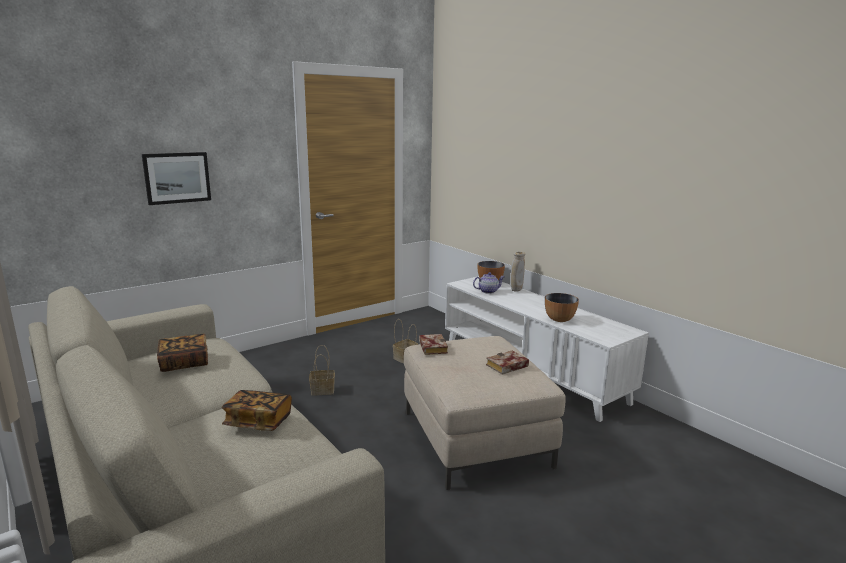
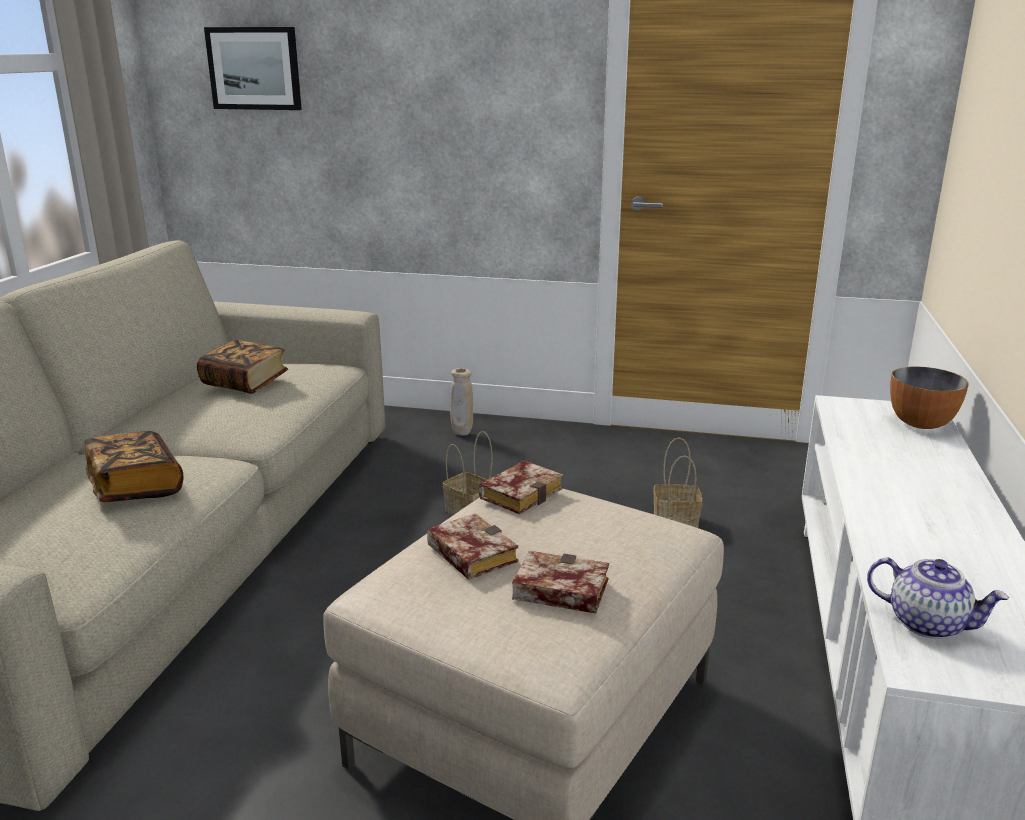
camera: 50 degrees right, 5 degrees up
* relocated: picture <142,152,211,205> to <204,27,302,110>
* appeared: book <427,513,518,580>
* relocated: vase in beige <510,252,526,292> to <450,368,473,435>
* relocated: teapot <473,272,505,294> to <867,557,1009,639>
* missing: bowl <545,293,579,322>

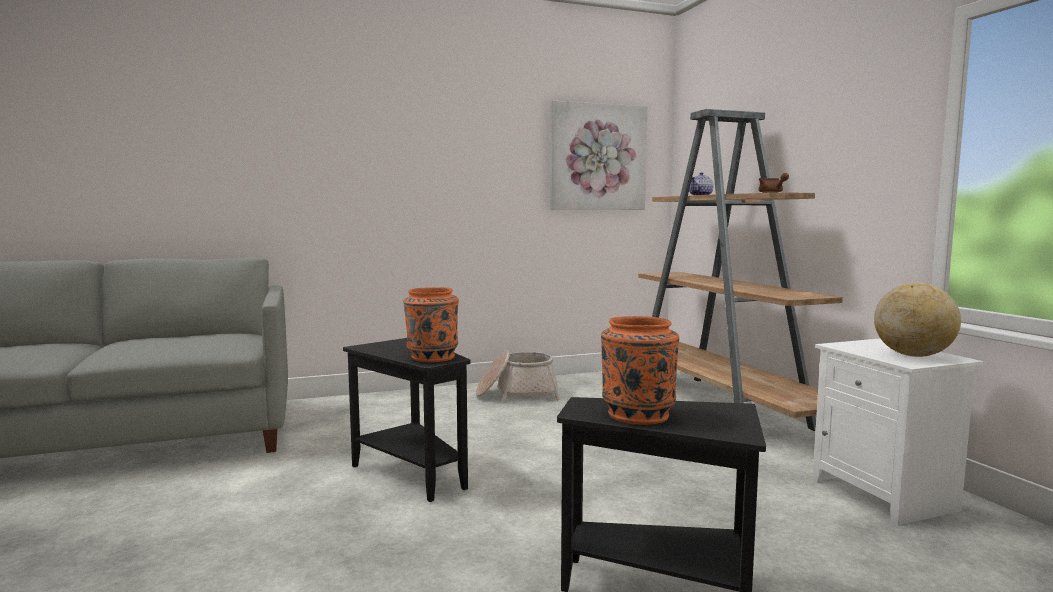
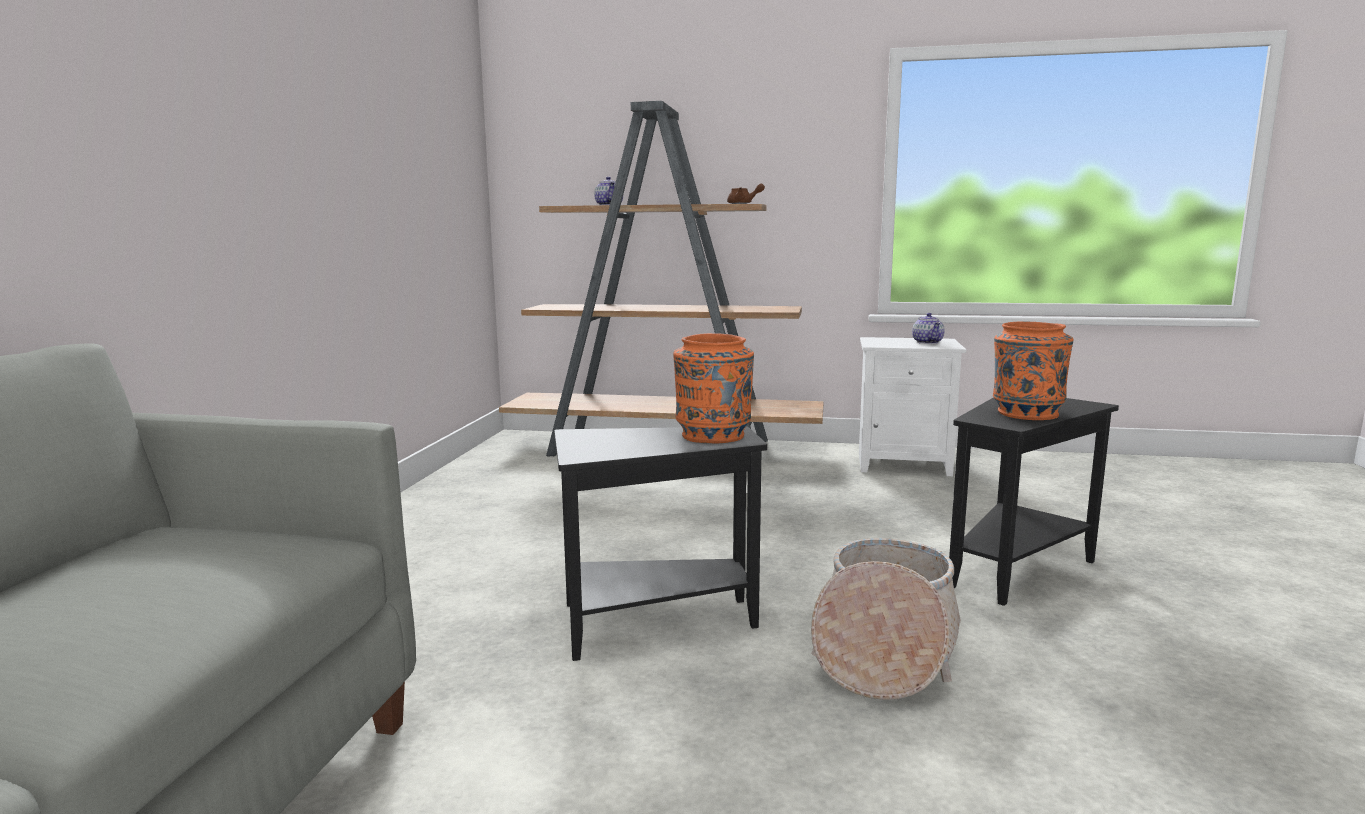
camera: 60 degrees left, 5 degrees up
* relocated: basket <476,350,560,403> to <811,538,961,700>
* exchanged: globe <874,283,961,357> to teapot <912,313,945,344>
* missing: picture <550,101,647,210>

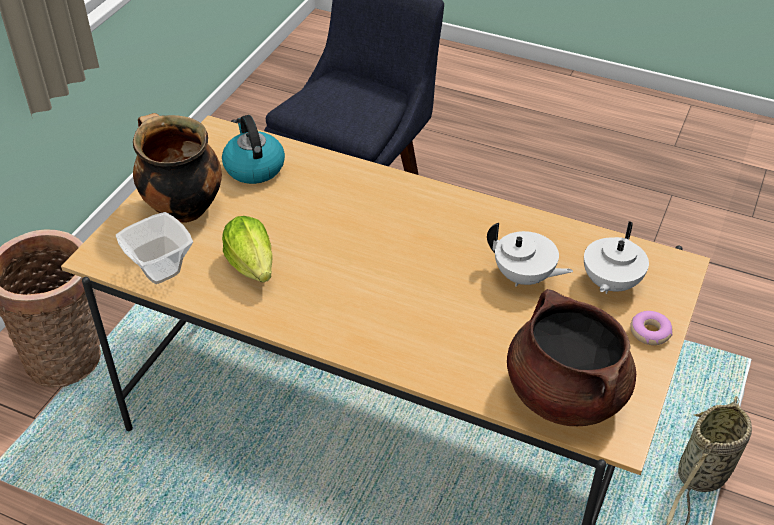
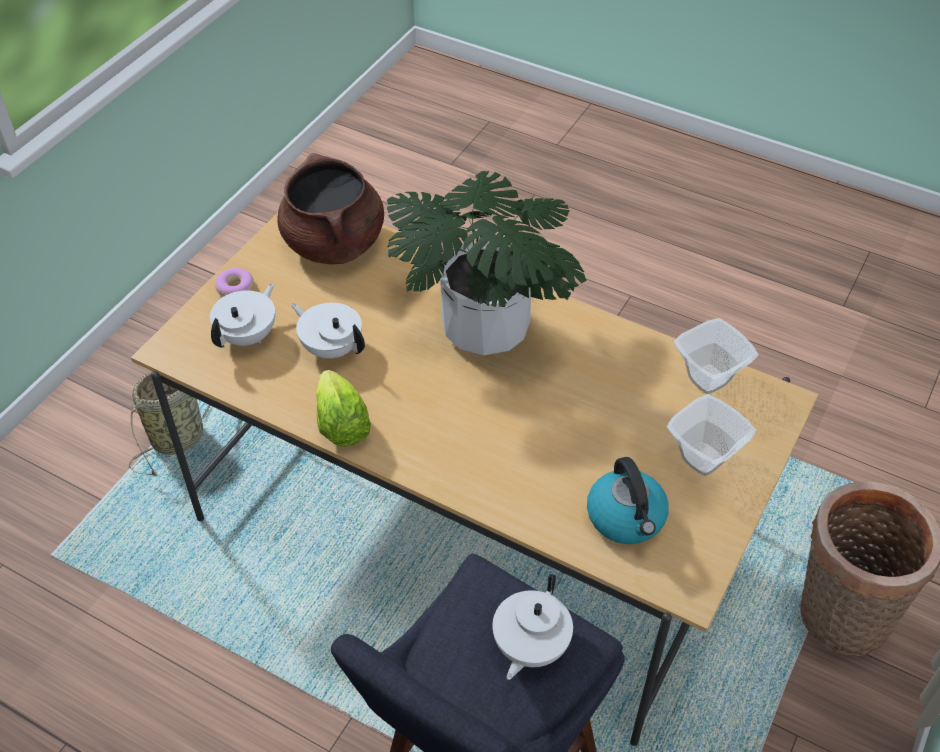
camera: 175 degrees left, 5 degrees up
* relocated: lettuce <222,216,272,282> to <316,370,371,447>
* appeared: potted plant <386,171,587,355>
* appeared: teapot in white <493,574,573,680>
* exchanged: cooking pot <133,113,222,223> to bowl <666,394,756,476>

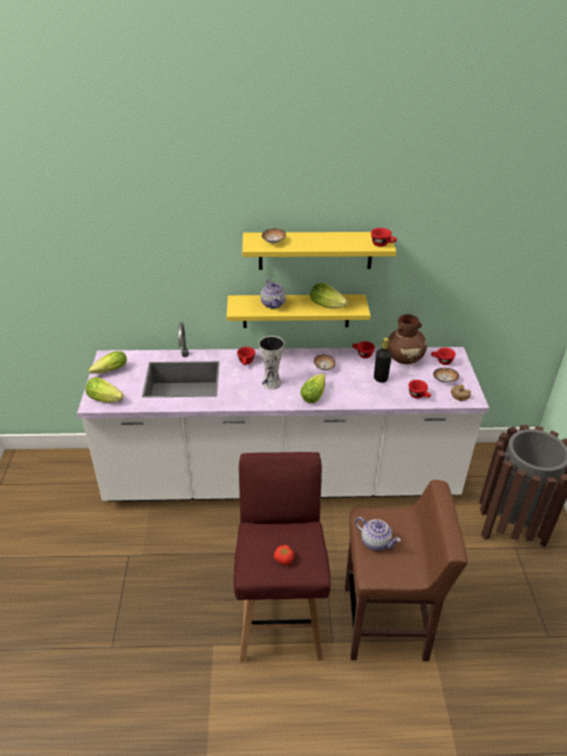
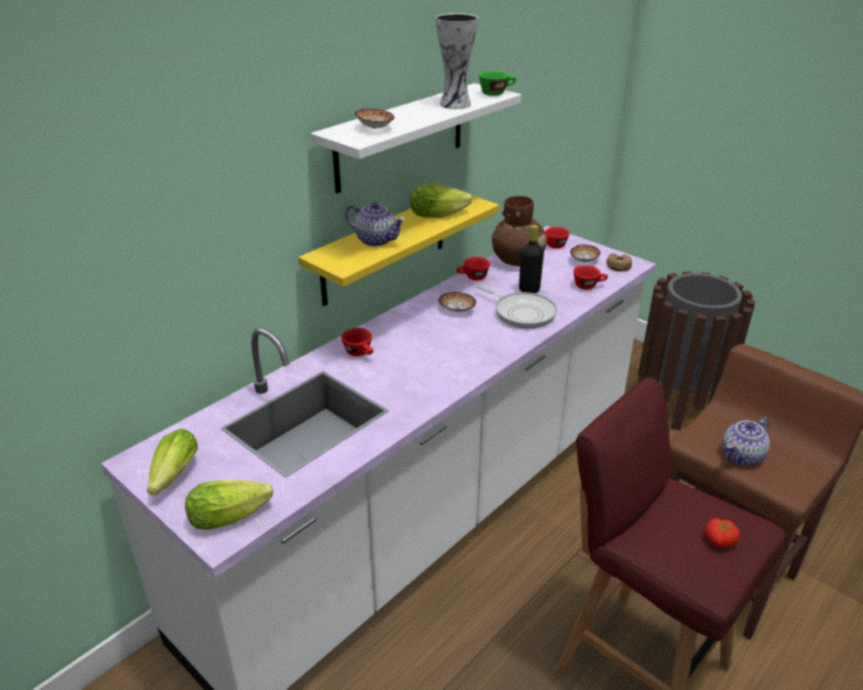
camera: 45 degrees left, 5 degrees down
* colour: shelf in yellow <242,232,396,270> to shelf in white <311,83,522,194>
* relocated: vase <259,336,284,389> to <436,13,478,109>
* appeared: frying pan <475,284,557,329>
* colour: cup in red <371,228,397,247> to cup in green <479,70,516,96>
* spun: teapot <355,517,401,551> = <722,417,770,466> 150 degrees clockwise
* missing: lettuce <301,373,325,403>

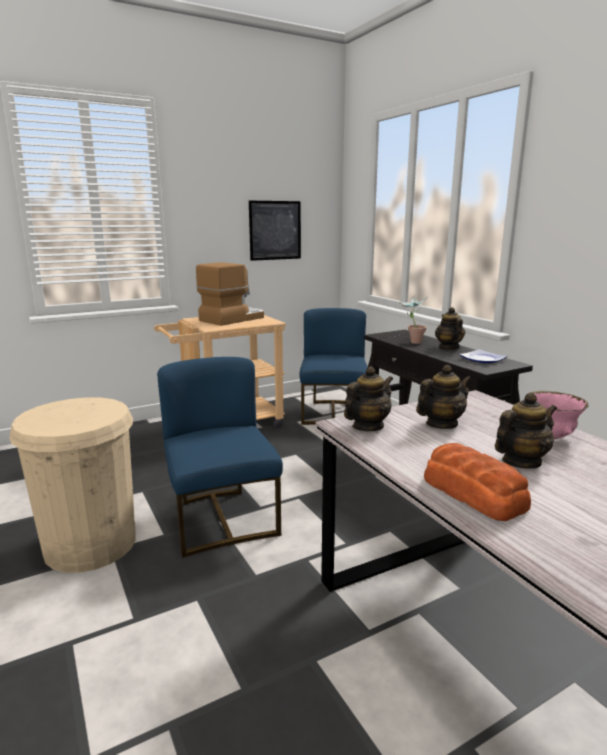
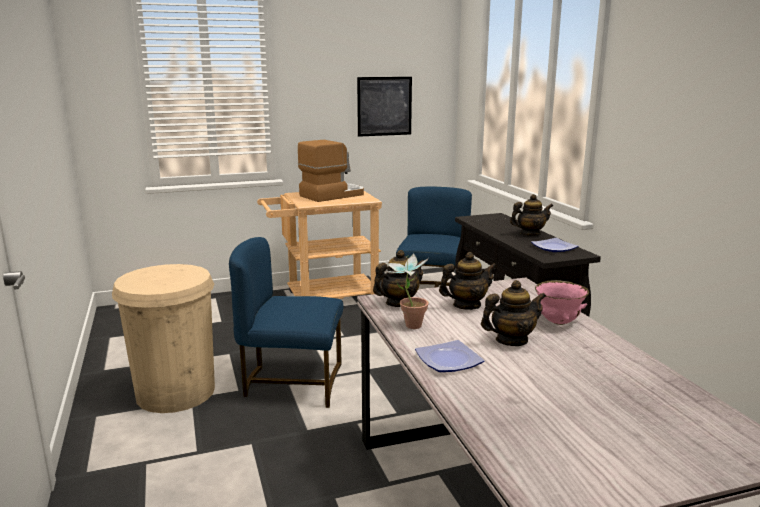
camera: 10 degrees right, 0 degrees up
* spun: chair in blue <157,357,283,558> = <229,237,343,408> 75 degrees counterclockwise
* relocated: potted plant <399,295,428,344> to <385,253,429,329>
* exchanged: bread <424,443,531,521> to plate <415,340,484,372>
* spun: teapot <435,307,465,350> = <510,194,553,236> 75 degrees clockwise

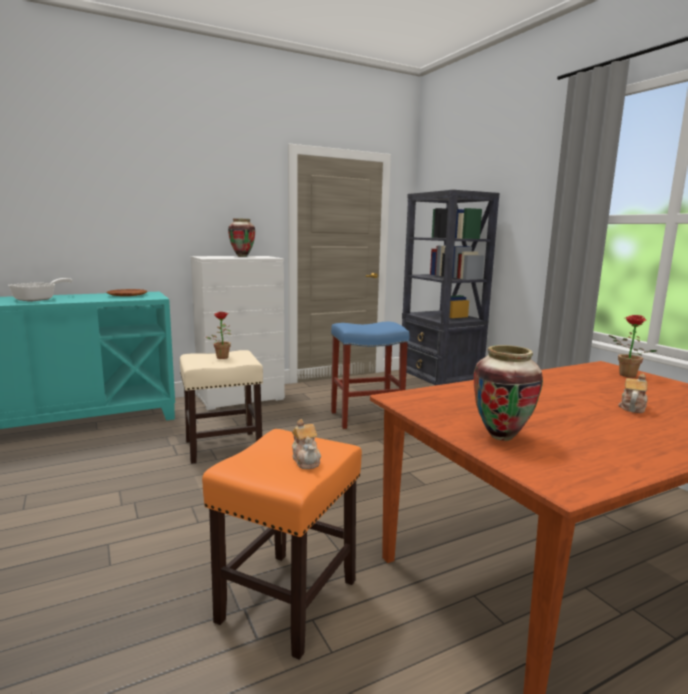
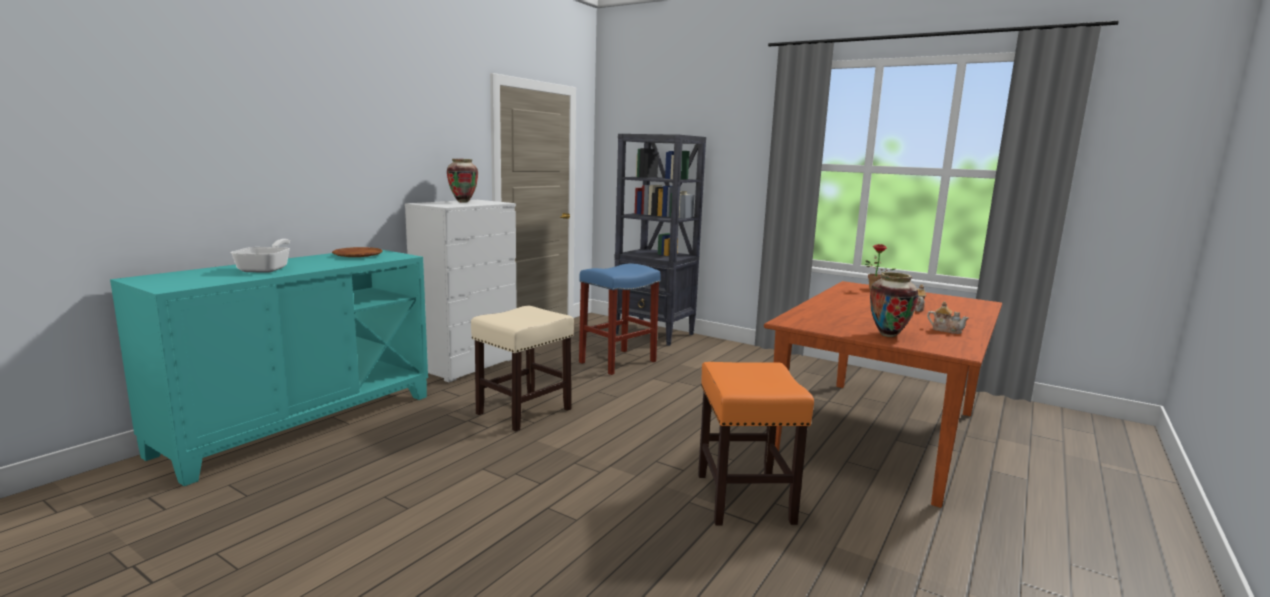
camera: 30 degrees left, 0 degrees up
* relocated: teapot <292,419,321,469> to <927,301,969,334>
* missing: potted plant <206,312,231,359>

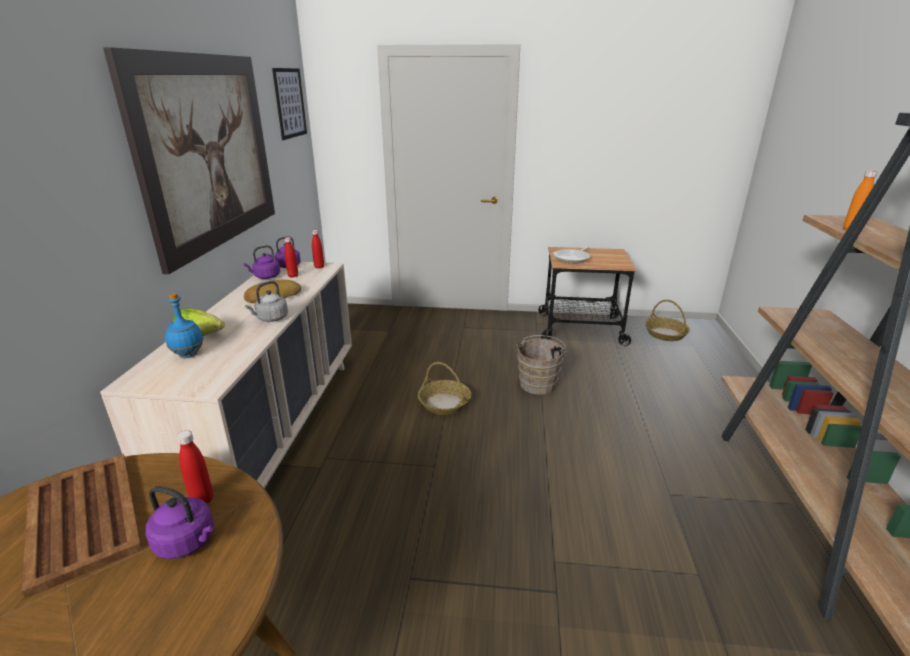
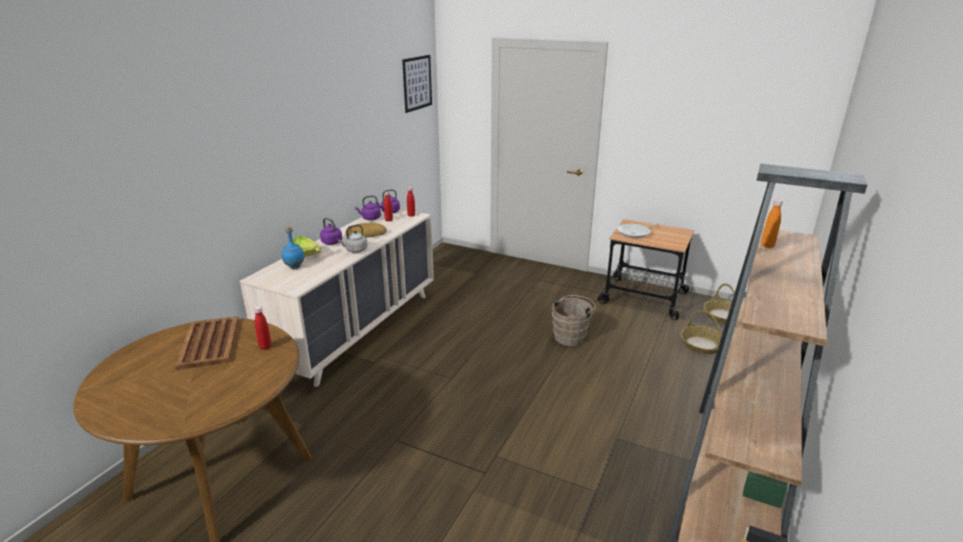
camera: 20 degrees right, 0 degrees up
* relocated: kettle in purple <146,486,214,559> to <320,218,342,245>
* relocated: basket <418,362,471,415> to <680,310,722,354>
* missing: picture <103,47,275,274>

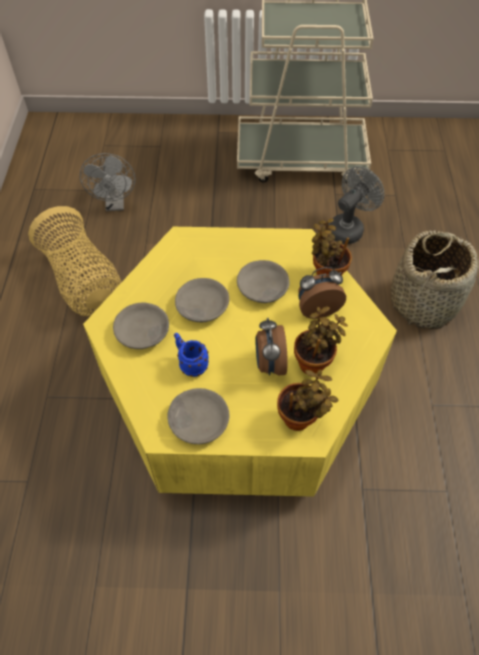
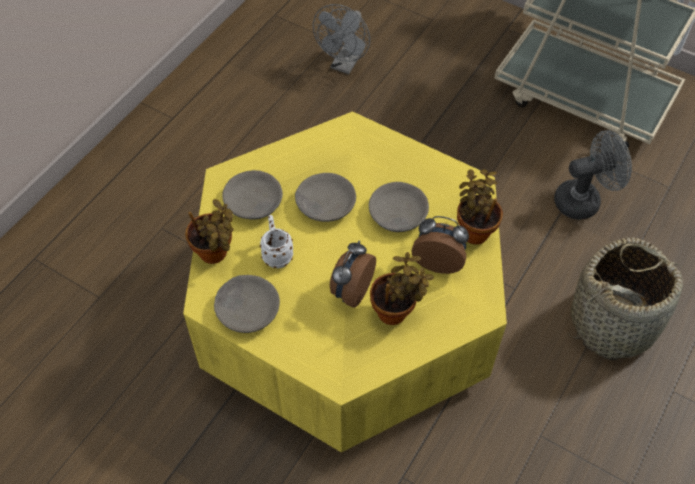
camera: 30 degrees right, 0 degrees up
* relocated: potted plant <277,370,338,431> to <185,199,233,264>
* colour: mug in blue <174,333,209,377> to mug in white <260,215,293,268>
* missing: basket <28,206,121,316>

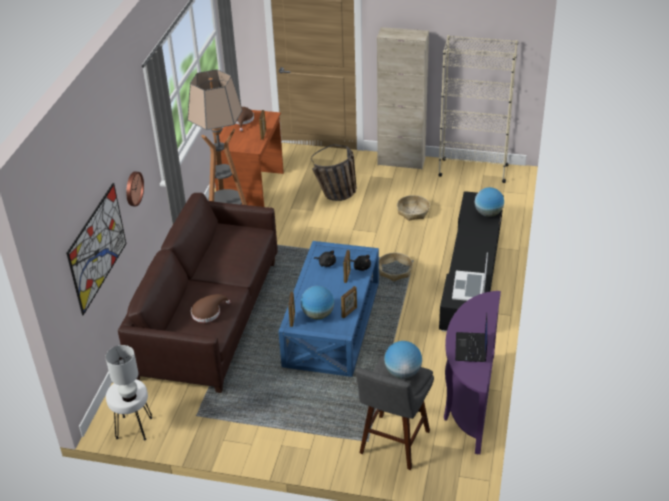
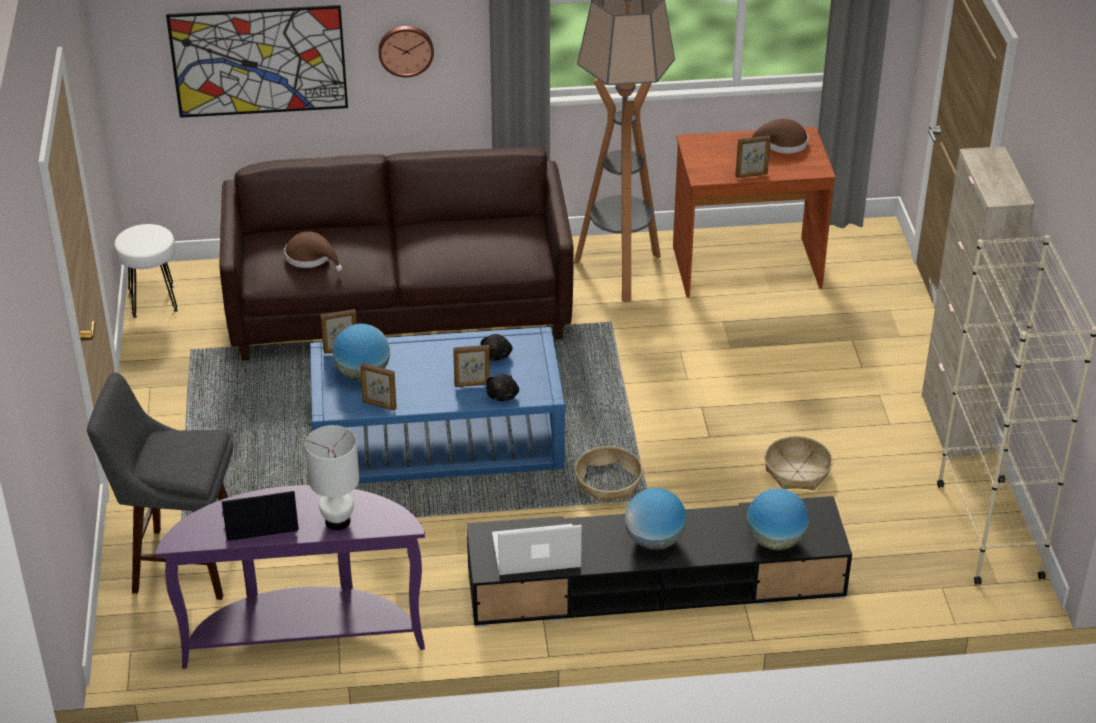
camera: 70 degrees right, 0 degrees up
* relocated: table lamp in white <105,345,138,402> to <305,425,359,530>
* relocated: globe <384,341,422,379> to <625,488,686,550>
* missing: basket <311,144,357,201>

